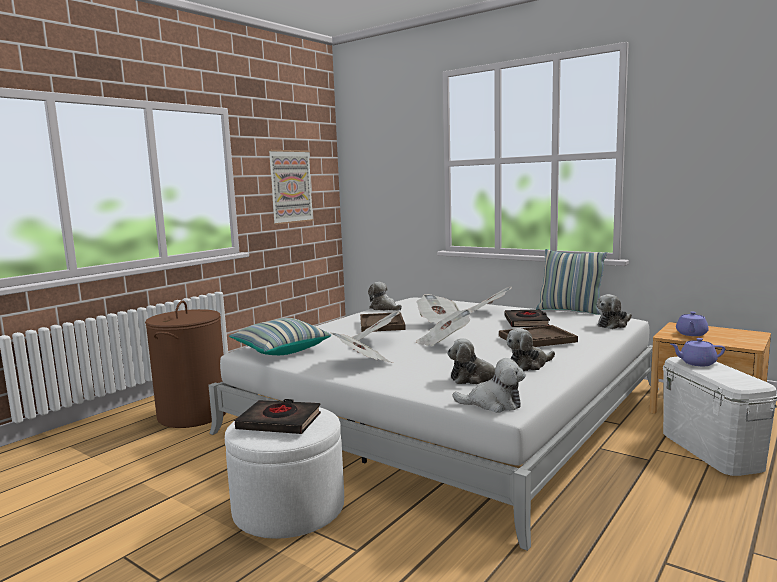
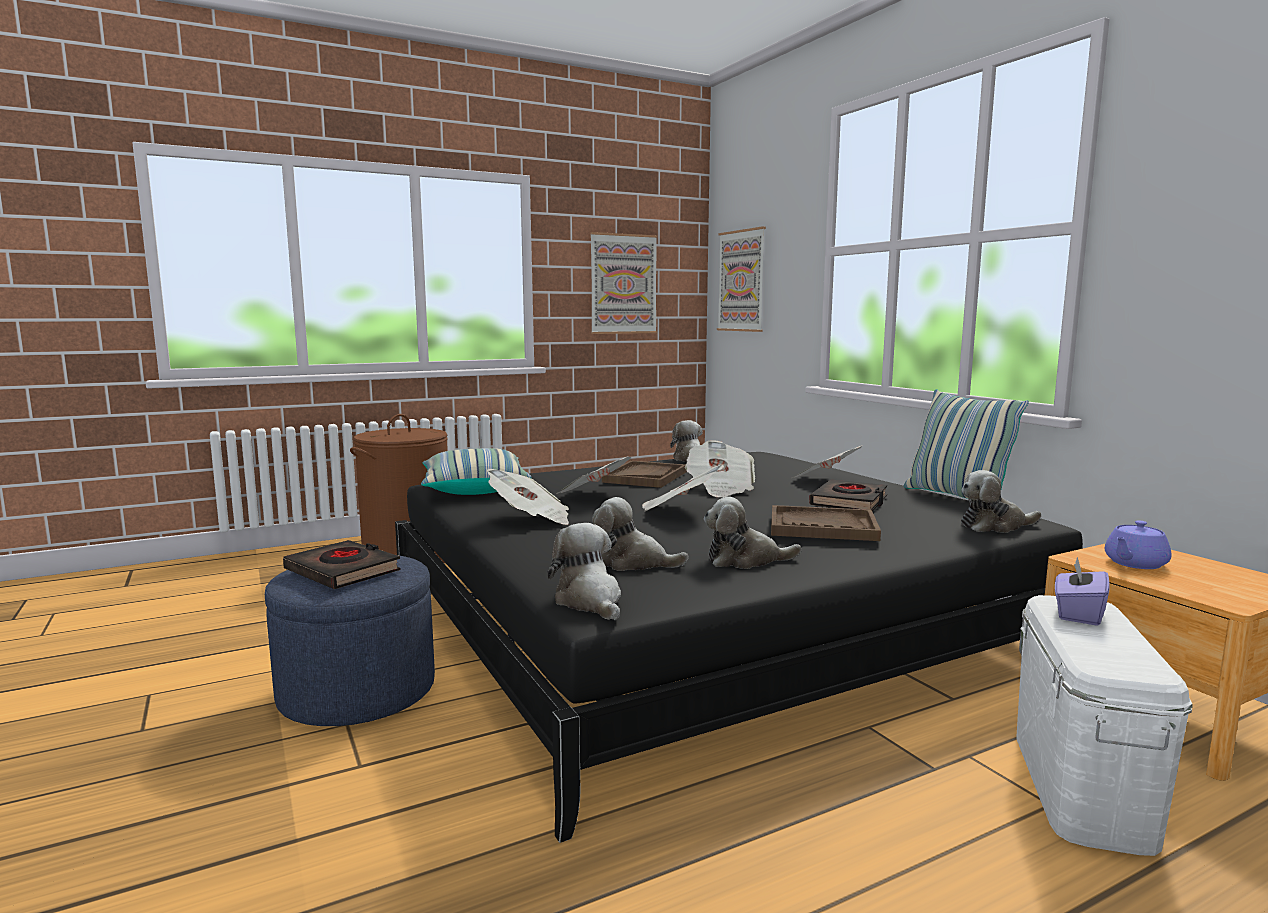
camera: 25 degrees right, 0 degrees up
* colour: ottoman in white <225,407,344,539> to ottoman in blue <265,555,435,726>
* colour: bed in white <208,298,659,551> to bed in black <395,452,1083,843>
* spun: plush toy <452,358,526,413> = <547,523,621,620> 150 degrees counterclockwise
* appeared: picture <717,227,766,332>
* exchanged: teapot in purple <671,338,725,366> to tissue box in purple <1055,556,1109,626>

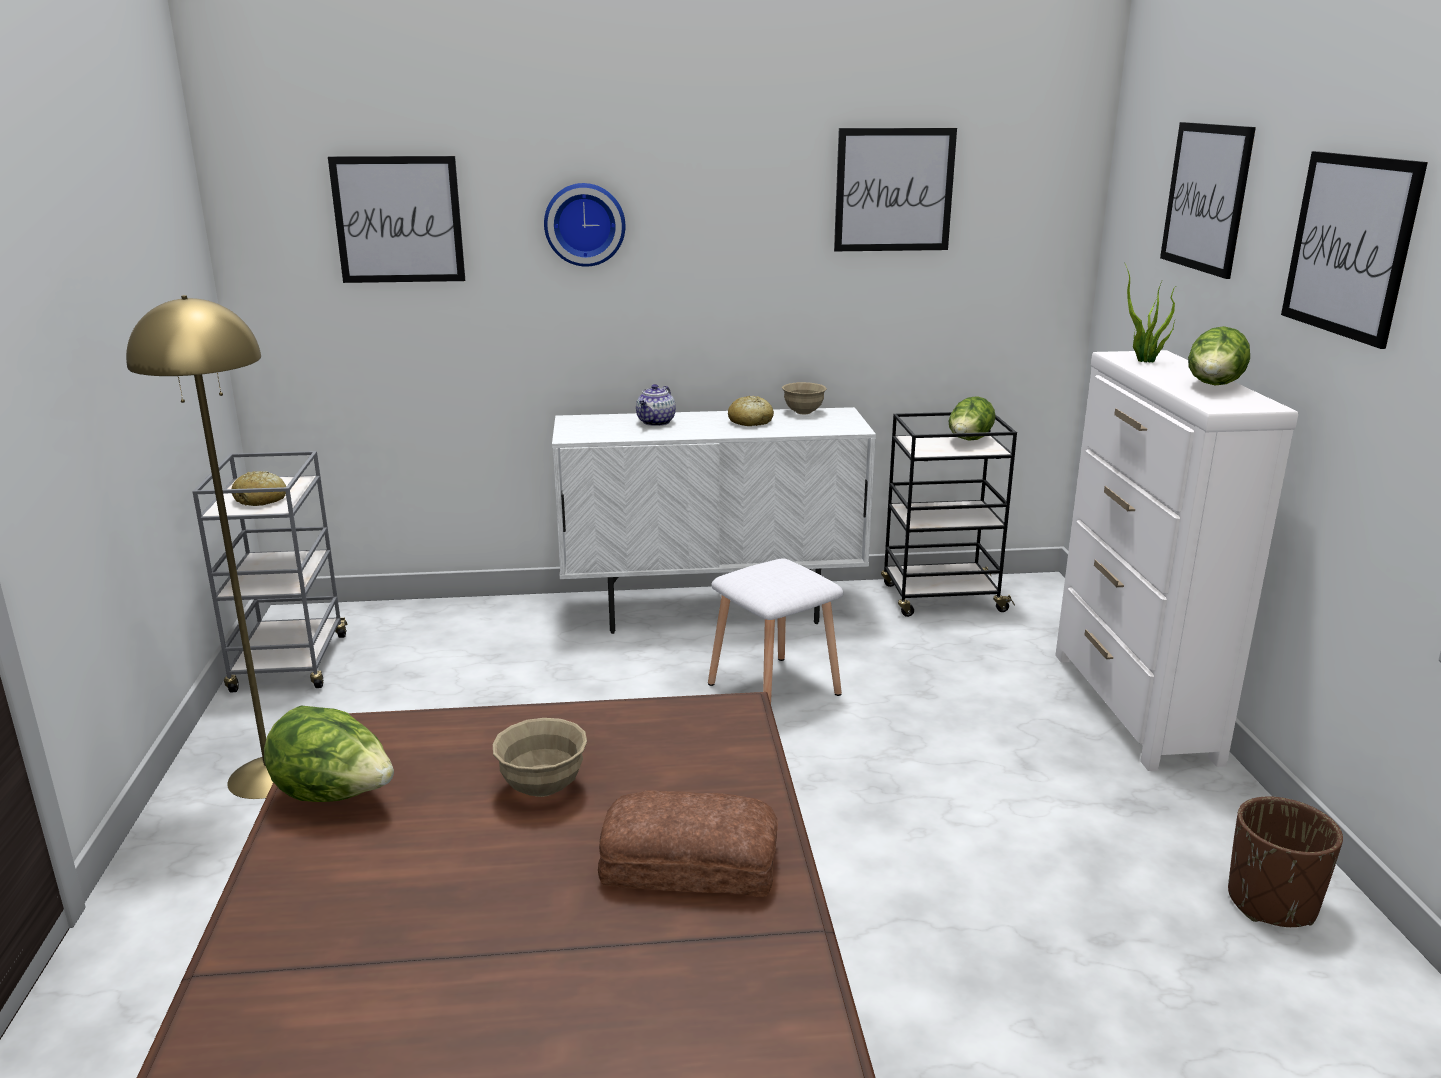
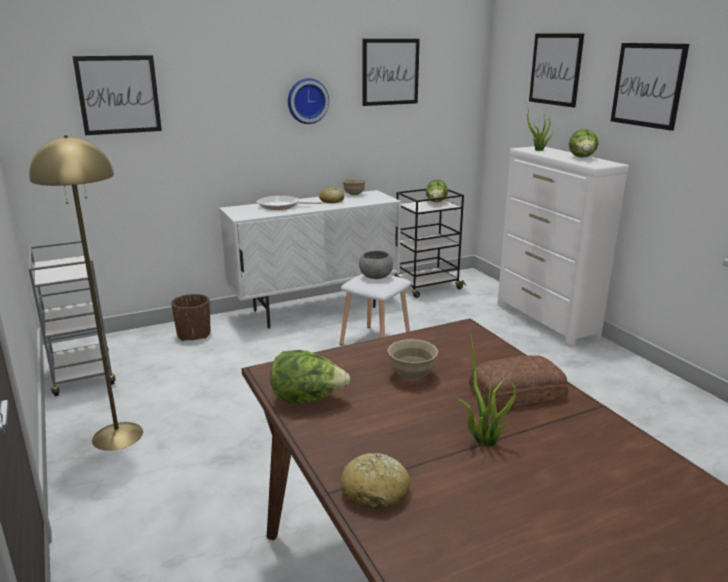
camera: 20 degrees left, 0 degrees up
* relocated: planter in brown <1228,796,1343,927> to <171,294,210,341>
* exchanged: teapot <636,384,676,426> to frying pan <257,195,322,210>
* relocated: wall clock <544,183,625,267> to <288,78,329,124>
* relocated: bread <231,471,286,506> to <340,453,410,510>
* appeared: bowl in grey <359,251,393,279>
* appeared: potted plant <452,332,517,447>

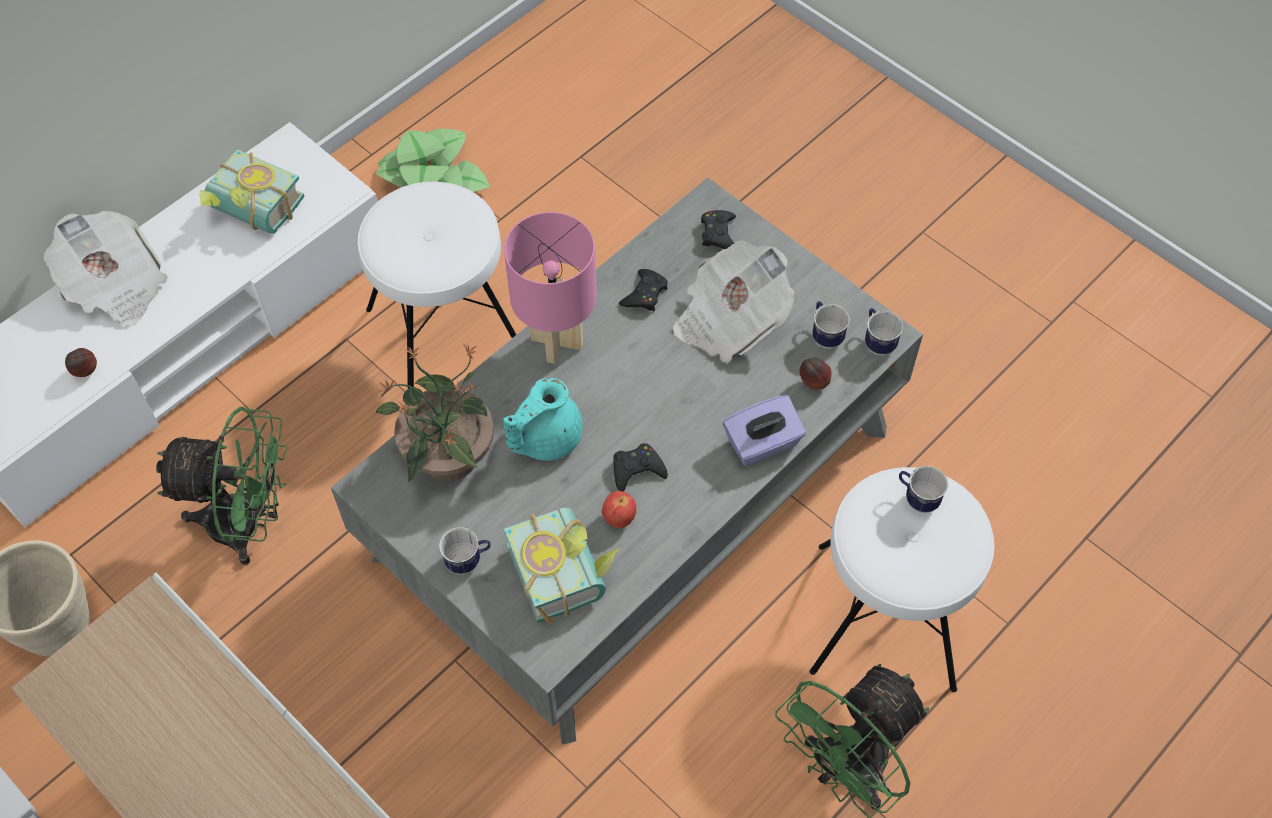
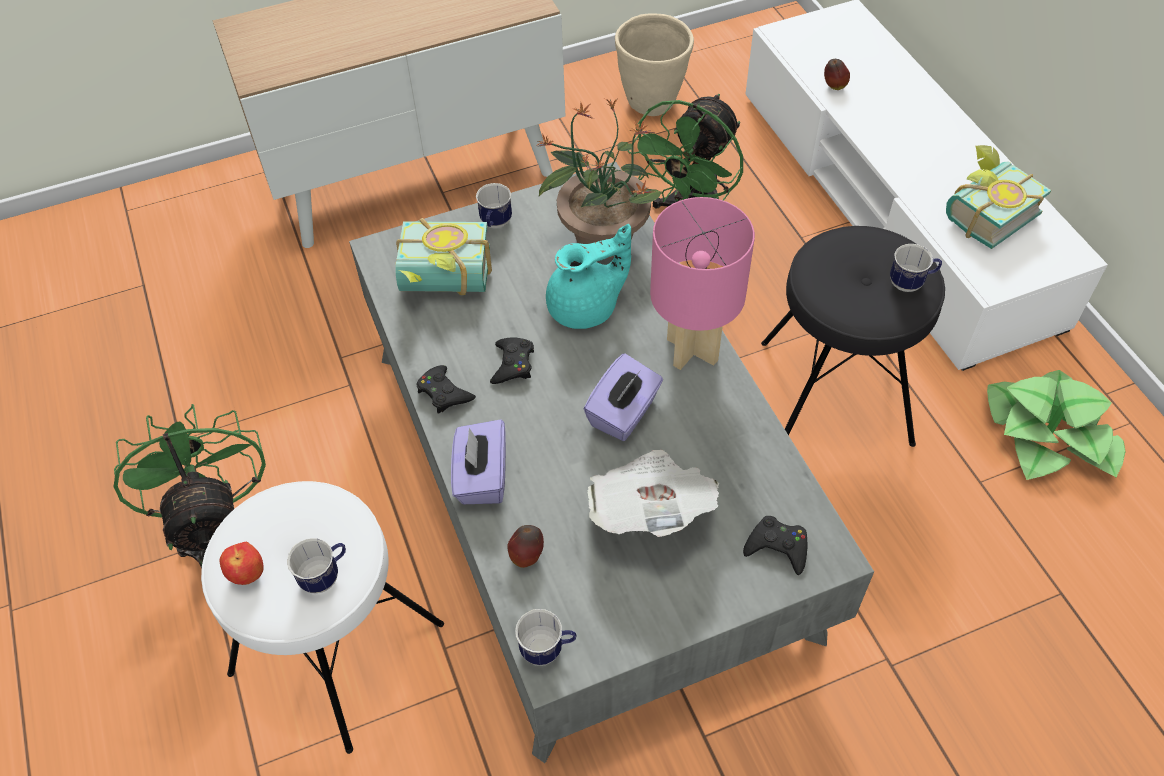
camera: 115 degrees right, 5 degrees down
* relocated: apple <602,491,637,528> to <220,542,264,585>
* relocated: game controller in black <619,269,668,311> to <416,365,476,414>
* spun: teapot in turquoise <503,378,583,461> = <546,224,631,329> 90 degrees clockwise
* appeared: tissue box in purple <584,353,663,441>
* colour: stool in white <357,182,516,388> to stool in black <761,226,945,447>
* relocated: mug <812,301,850,349> to <890,244,942,292>
* missing: newspaper <44,211,168,327>

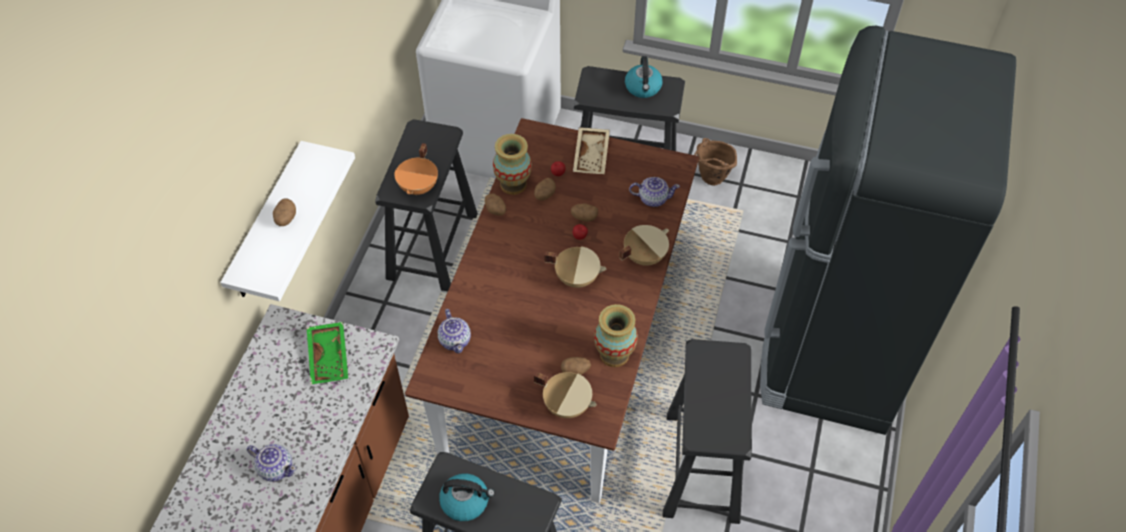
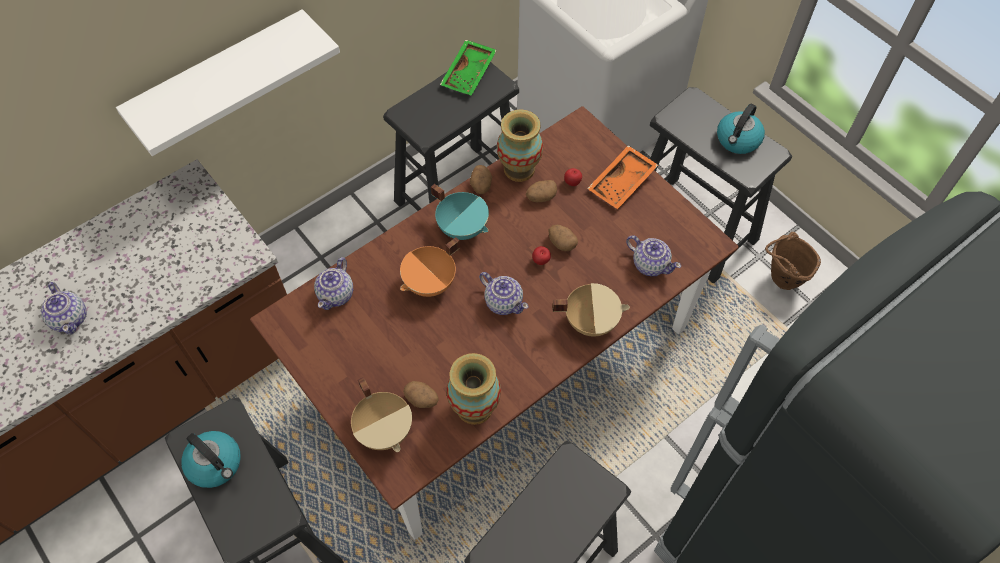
camera: 35 degrees right, 5 degrees up
* relocated: cooking pot in orange <394,143,438,195> to <400,237,460,297>
* appeared: cooking pot in turquoise <431,184,489,240>
* relocated: tray in green <306,322,348,385> to <440,40,497,96>
* exchanged: cooking pot in beige <544,246,606,288> to teapot <479,272,529,315>
* colour: tray in beige <573,127,610,174> to tray in orange <587,145,658,209>
* missing: potato <273,198,296,226>

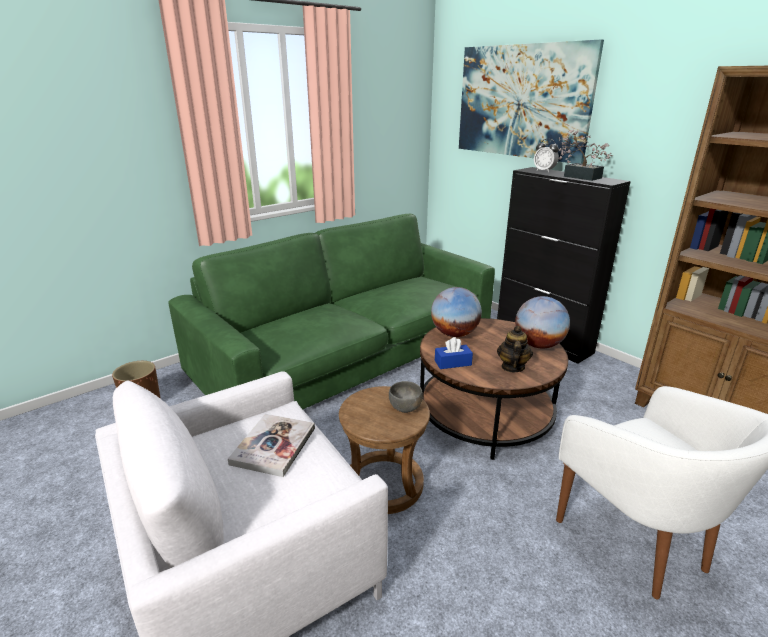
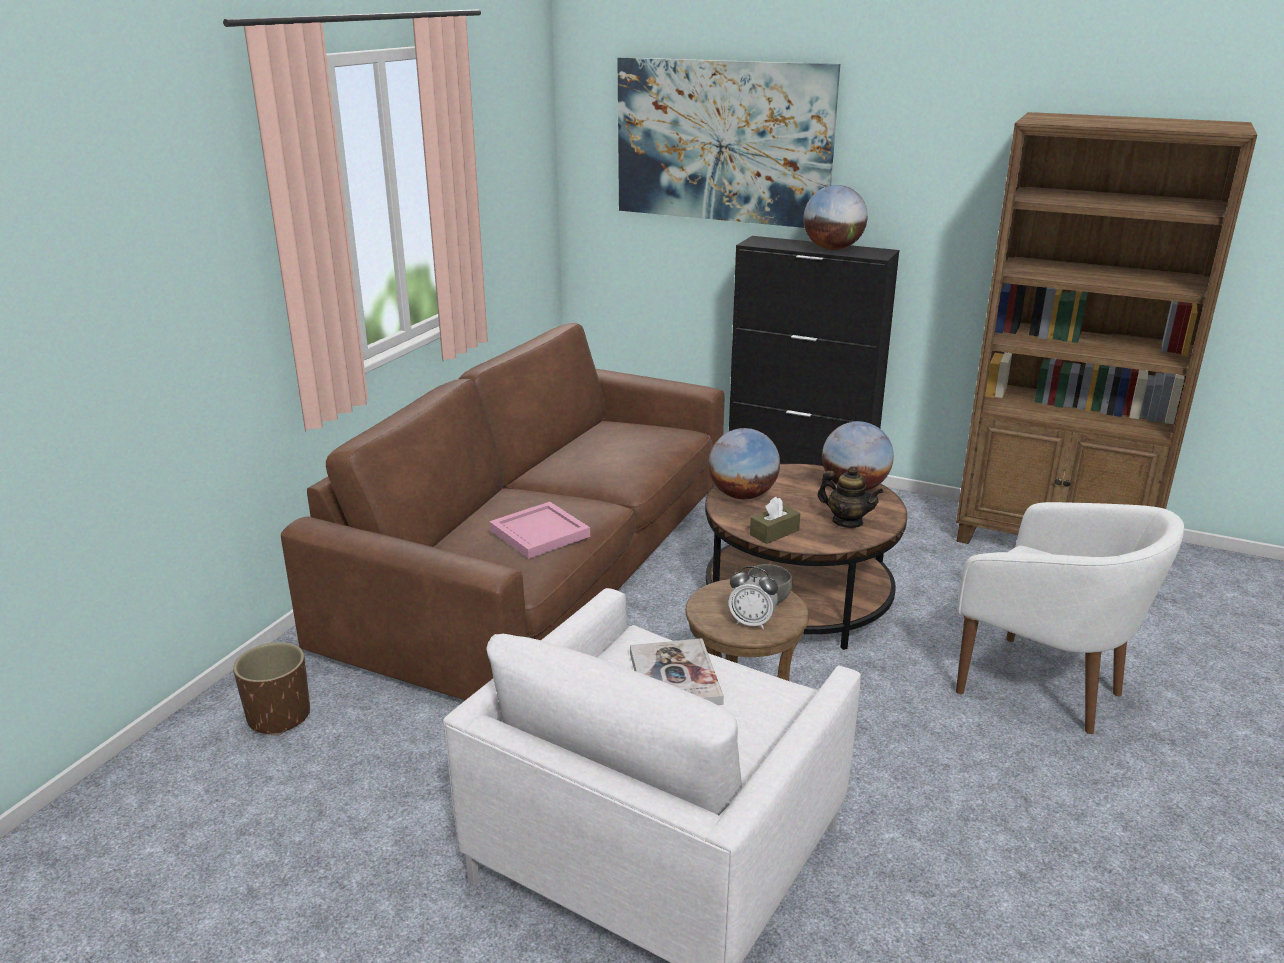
camera: 25 degrees left, 0 degrees up
* colour: sofa in green <168,214,495,409> to sofa in brown <281,323,724,700>
* appeared: tray in pink <489,502,590,559>
* relocated: alarm clock <534,139,559,172> to <729,566,778,629>
* colour: tissue box in blue <435,337,473,369> to tissue box in brown <750,497,800,544>
* exchanged: potted plant <558,130,613,181> to globe <803,185,868,250>
* spun: teapot <497,326,533,372> = <817,466,883,528> 135 degrees clockwise

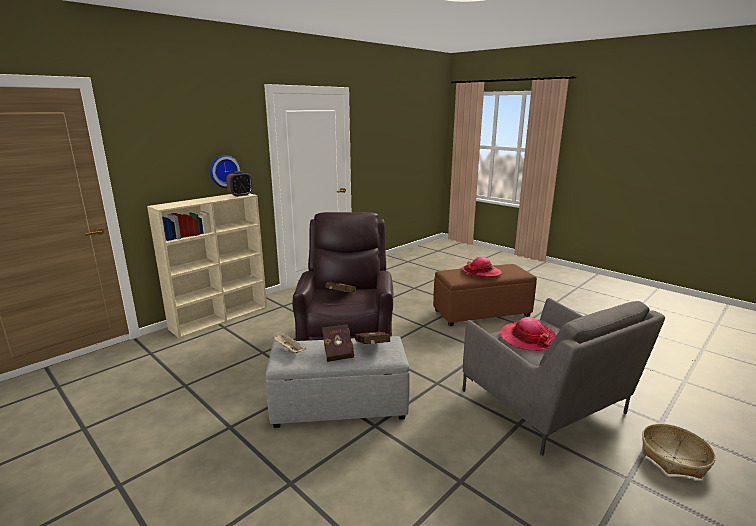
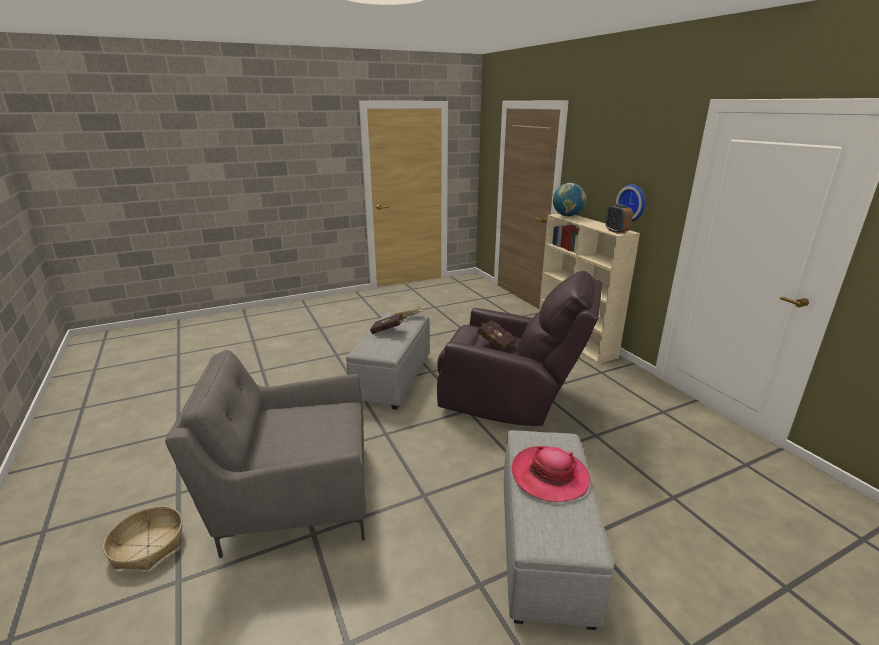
camera: 110 degrees right, 5 degrees up
* colour: ottoman in brown <433,264,537,326> to ottoman in grey <504,430,614,630>
* appeared: globe <553,183,586,216>
* missing: book in red <355,332,391,344>
* missing: hat <500,317,556,351>

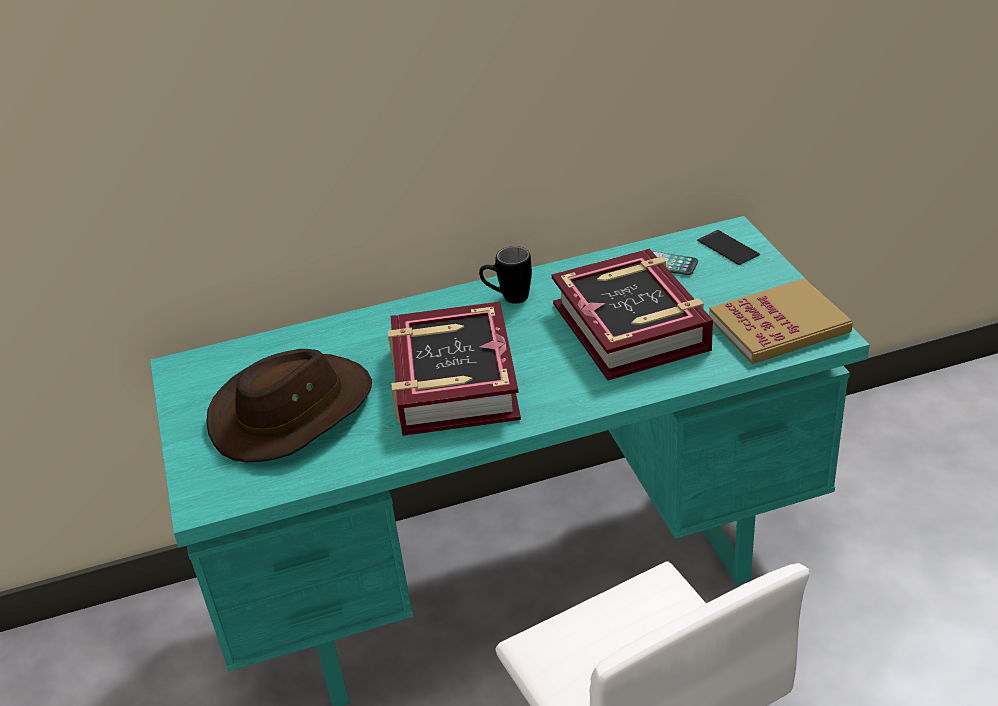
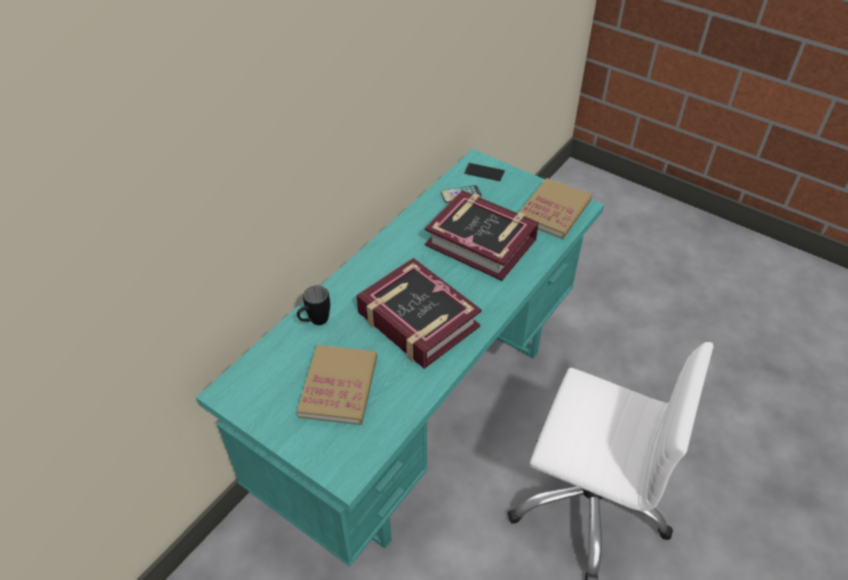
camera: 40 degrees left, 10 degrees up
* relocated: mug in black <479,246,532,304> to <297,285,330,325>
* exchanged: hat in brown <206,349,372,462> to book <297,345,377,425>

